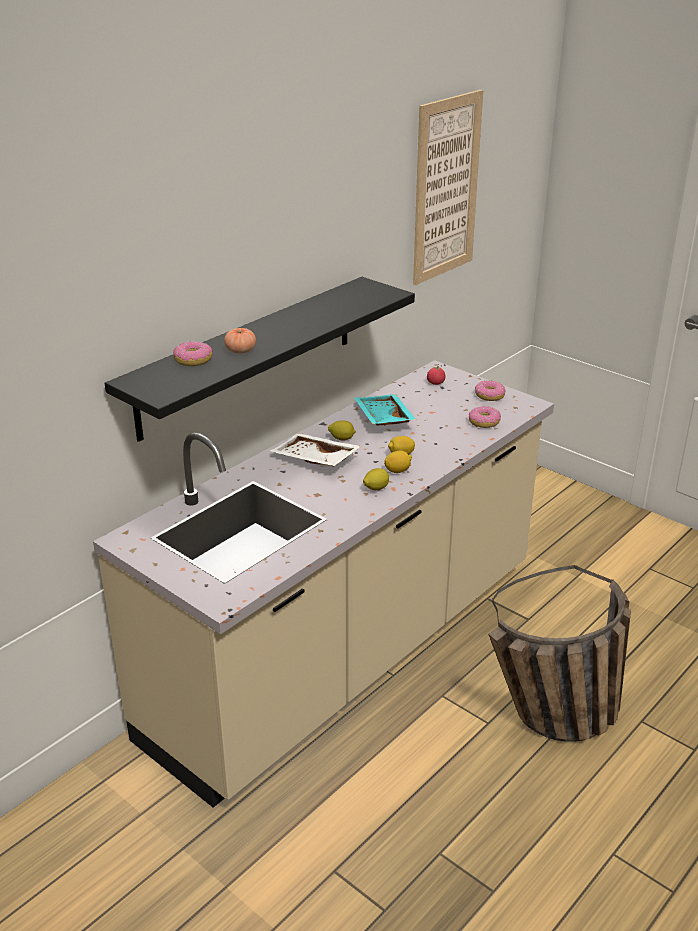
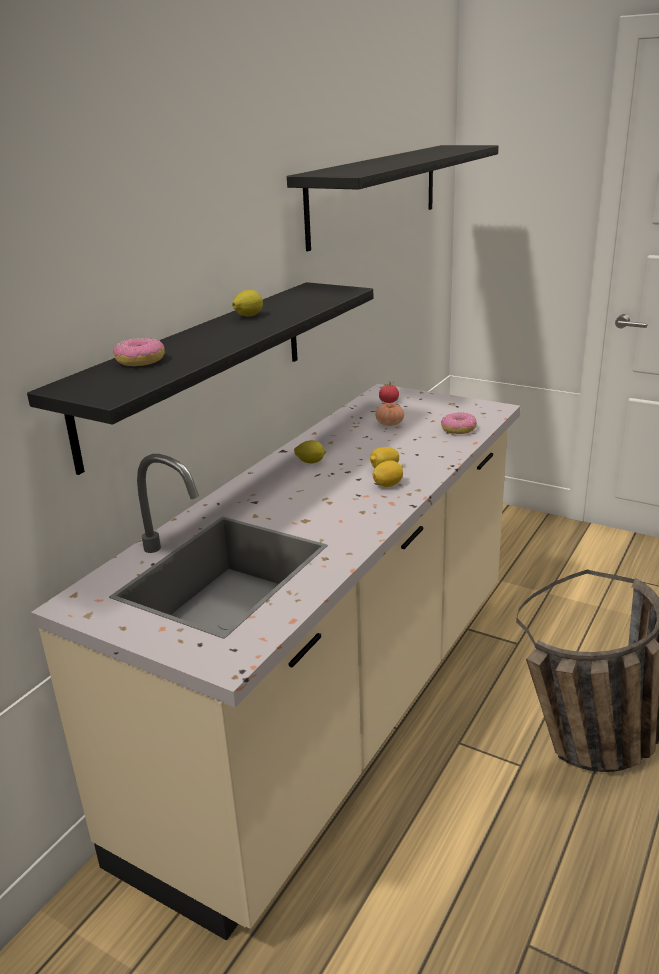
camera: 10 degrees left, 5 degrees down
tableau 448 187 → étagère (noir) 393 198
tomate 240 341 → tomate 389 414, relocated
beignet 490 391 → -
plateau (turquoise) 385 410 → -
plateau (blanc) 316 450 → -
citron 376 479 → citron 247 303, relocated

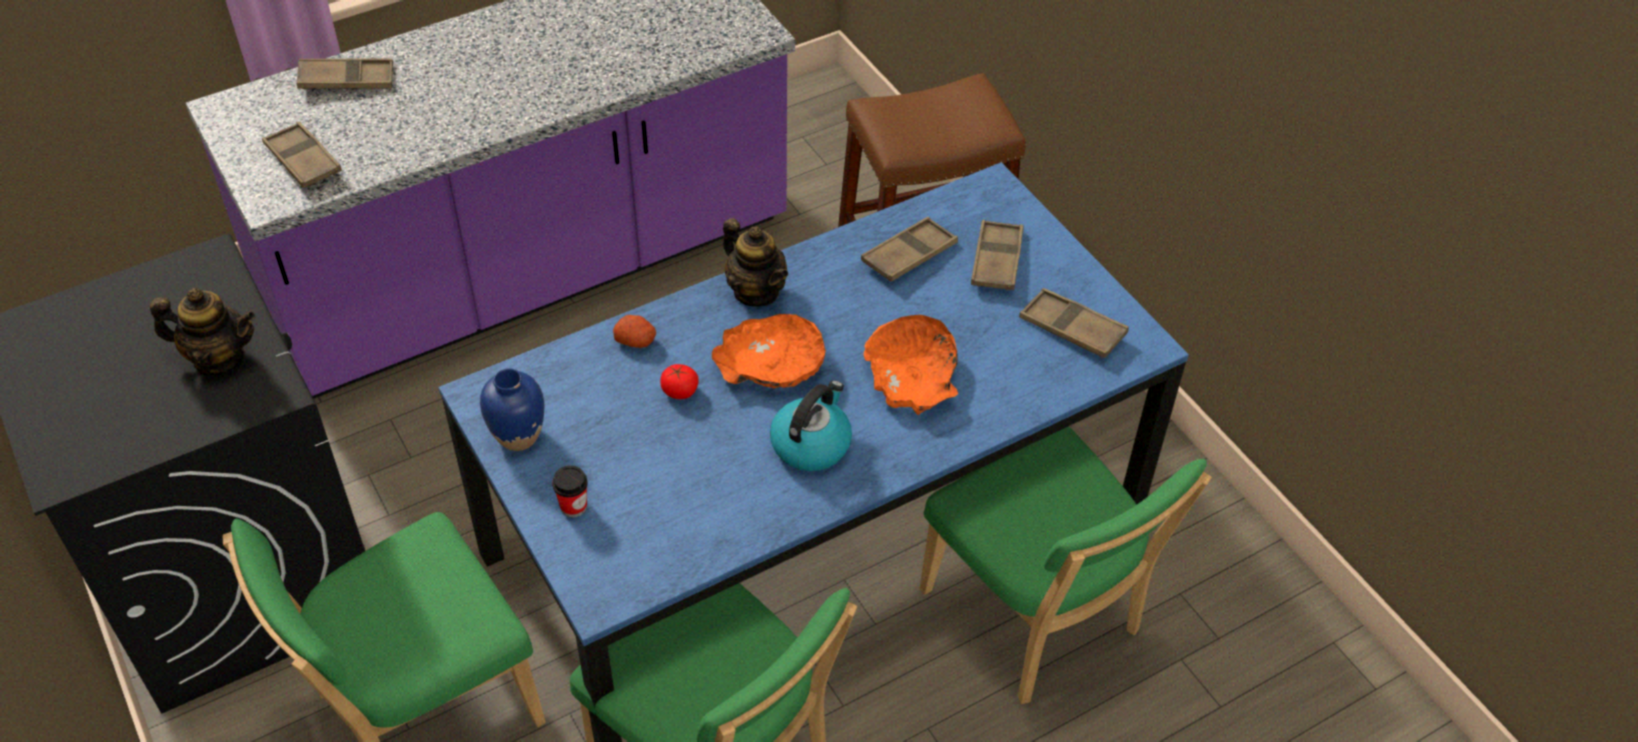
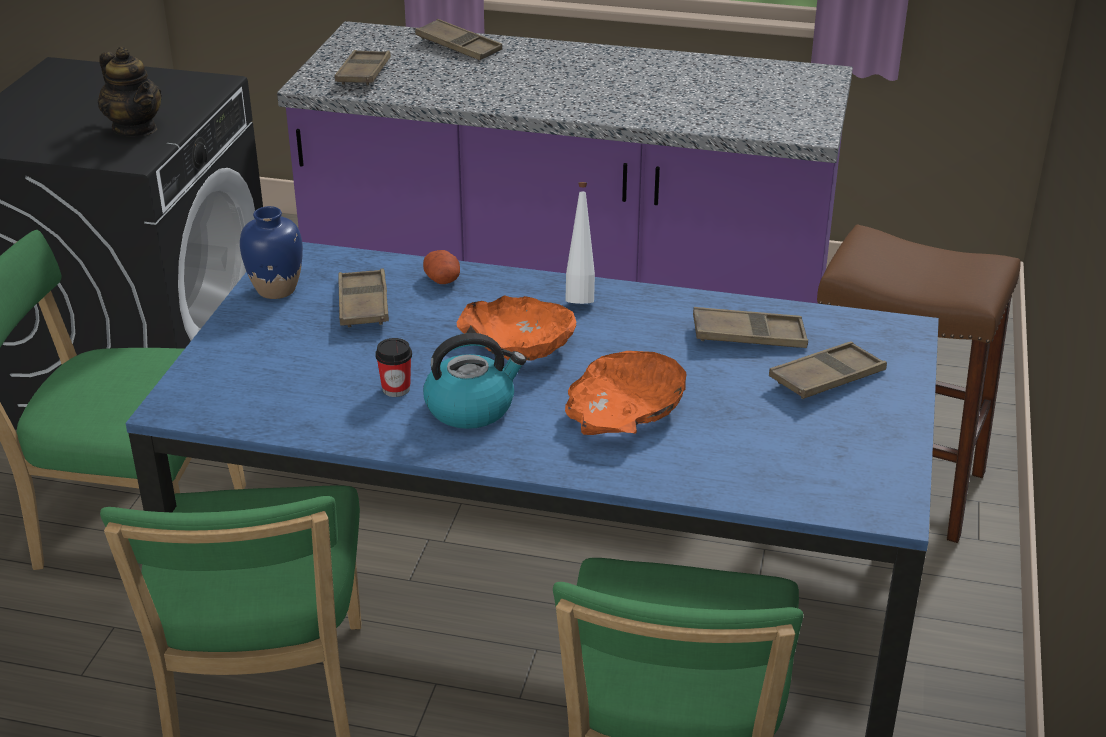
camera: 45 degrees right, 15 degrees down
théière 755 262 → bouteille (blanc) 580 243
plateau (marron) 1074 323 → plateau (marron) 363 298, relocated
tomate 679 381 → -
tasse 570 491 → tasse 393 367, relocated

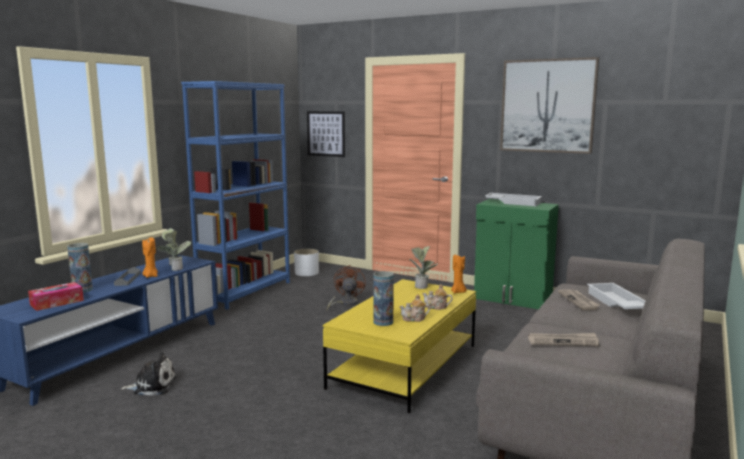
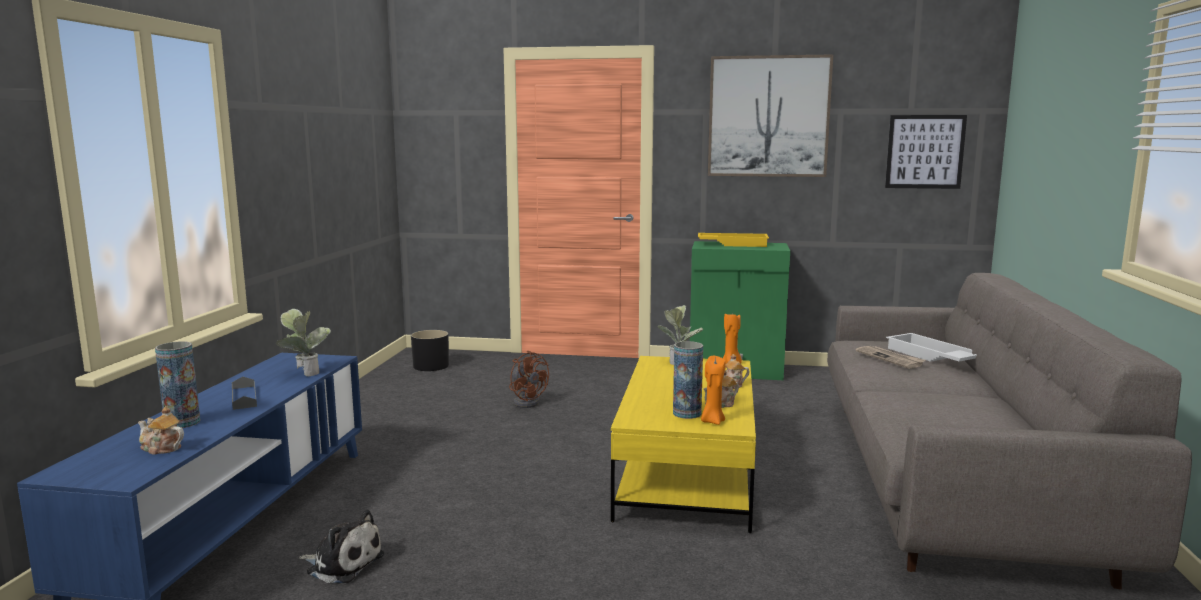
camera: 20 degrees left, 0 degrees up
bibliothèque (bleu) 235 195 → -
tableau 326 134 → tableau 926 152, relocated
plateau (blanc) 513 199 → plateau (jaune) 733 240
bougie (orange) 150 257 → bougie (orange) 713 390, relocated
cache-pot (blanc) 306 262 → cache-pot (noir) 430 350
ventilateur (marron) 346 287 → ventilateur (marron) 529 379, 150 degrees clockwise
boîte à mouchoirs 56 296 → théière 161 430
journal 563 339 → -
peluche 148 374 → peluche 341 546, 45 degrees clockwise

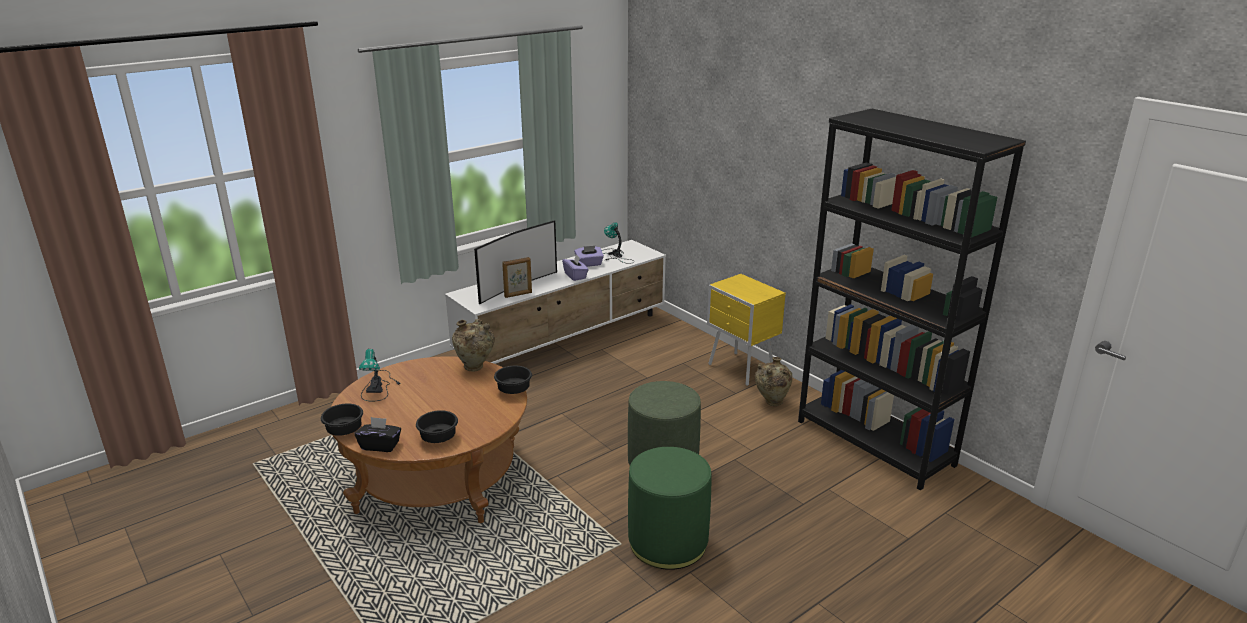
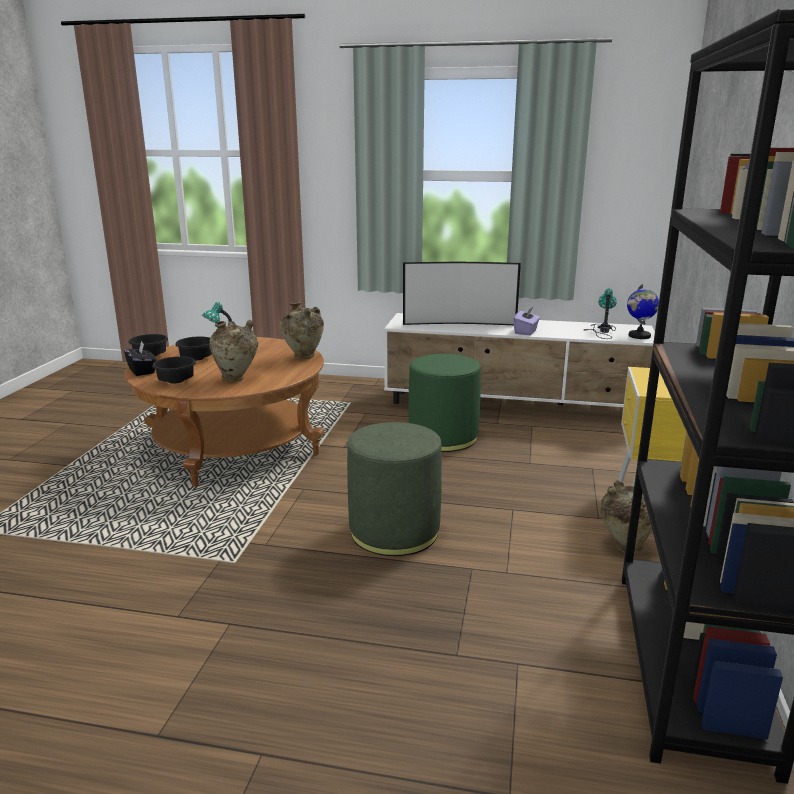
camera: 50 degrees right, 5 degrees down
boîte à mouchoirs (violet) 589 256 → -
cadre photo 517 277 → -
bol (noir) 513 380 → bol (noir) 193 348, relocated
pouf (vert) 669 508 → pouf (vert) 445 403, relocated
- → globe 643 311
- → vase (beige) 233 351

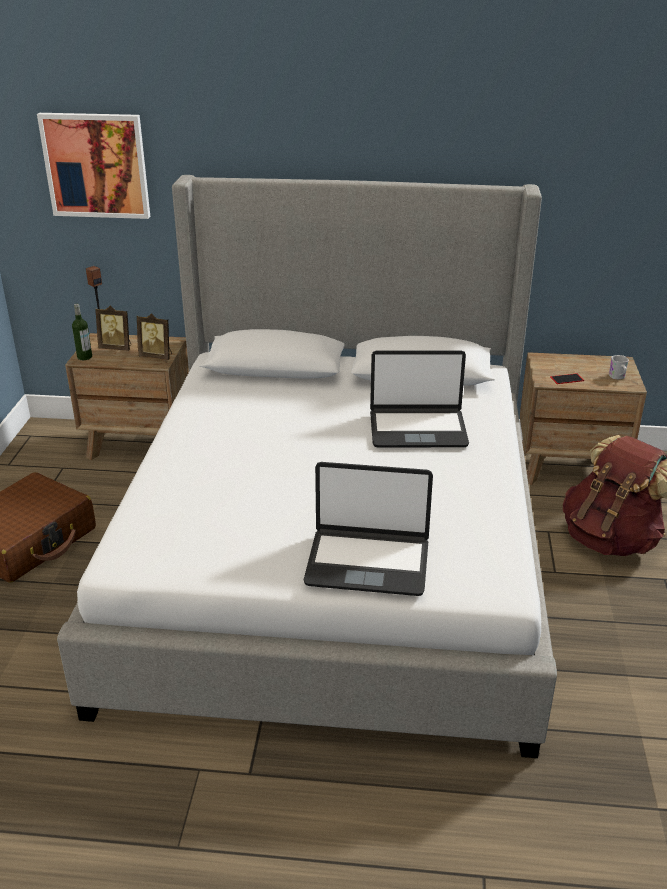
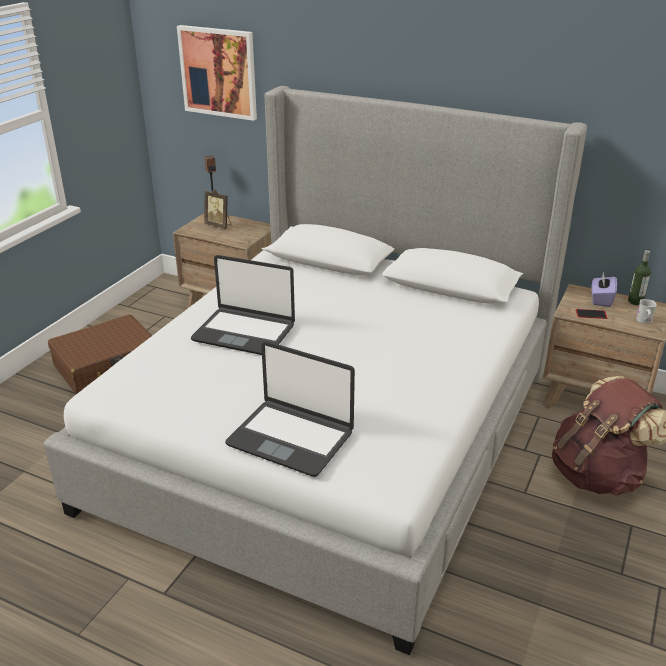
camera: 20 degrees right, 0 degrees up
bouteille 82 332 → bouteille 639 277, relocated
cadre photo 154 336 → -
ordinateur portable 419 399 → ordinateur portable 243 305, relocated
- → boîte à mouchoirs (violet) 604 289

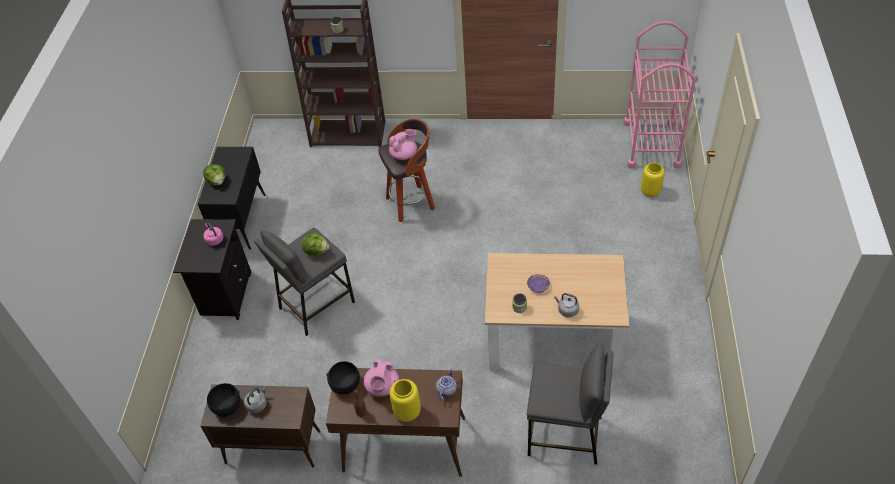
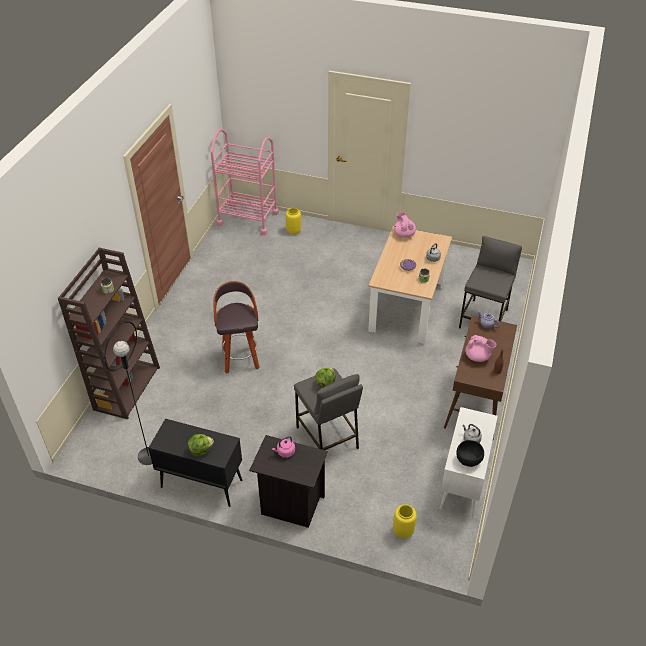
camera: 80 degrees left, 5 degrees down
théière (rose) 403 144 → théière (rose) 405 225, relocated
bol (noir) 343 377 → -
vase (jaune) 405 400 → vase (jaune) 405 521, relocated
meuble de rangement (marron) 260 425 → meuble de rangement (blanc) 468 462
- → lampadaire (noir) 128 393

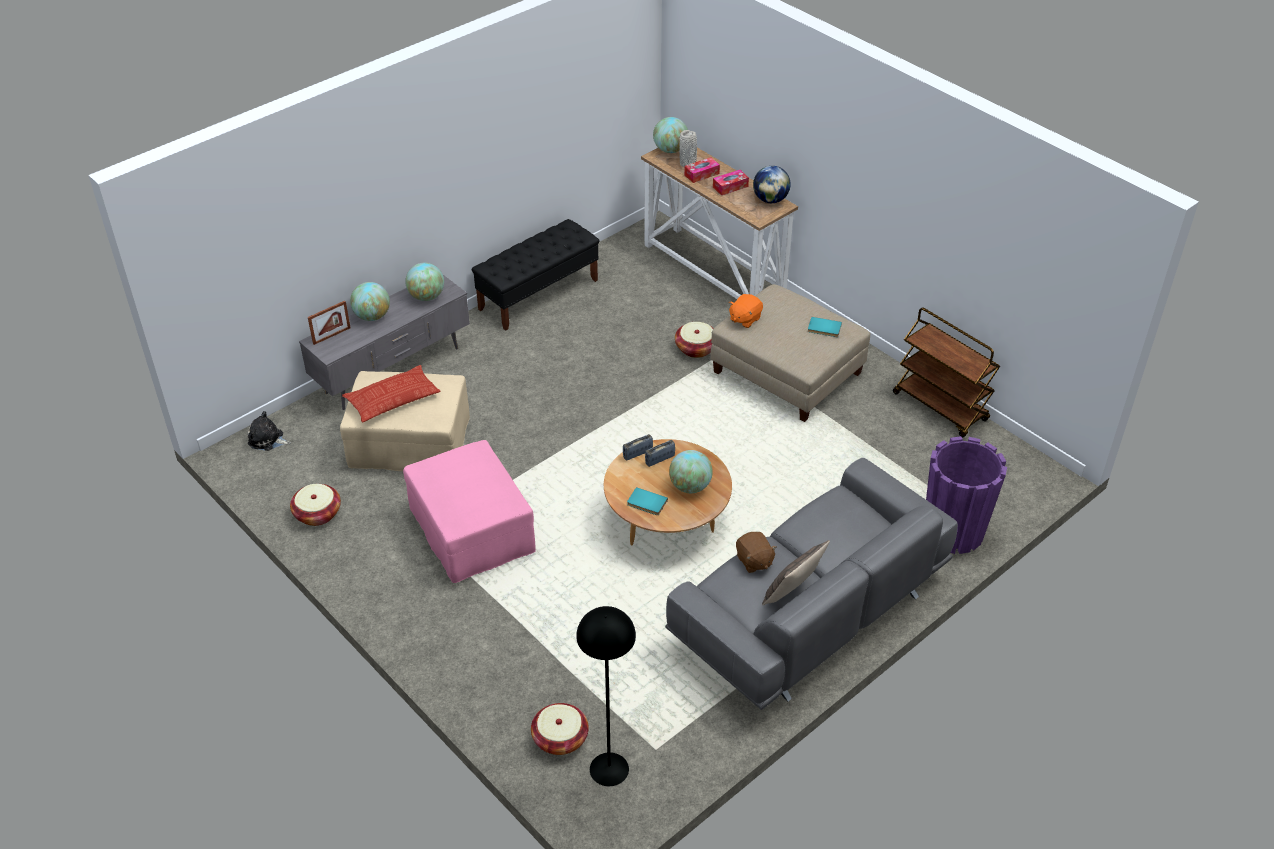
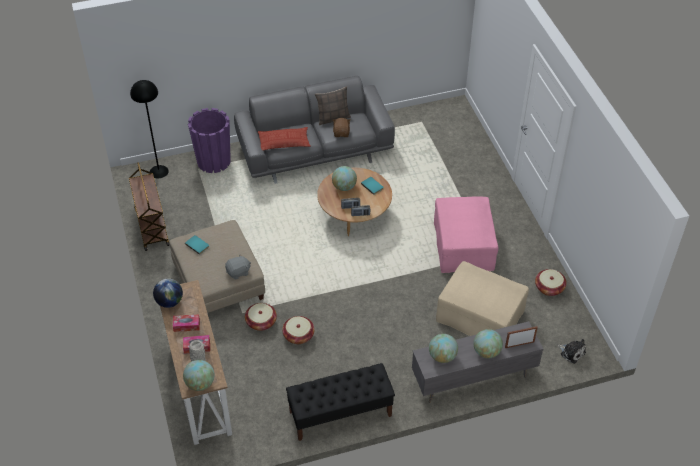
camera: 155 degrees left, 5 degrees up
peluche (orange) 746 311 → peluche (gris) 238 267
coussin 391 393 → coussin 284 138, relocated
lampadaire (noir) 606 696 → lampadaire (noir) 149 129, relocated
panier 560 729 → panier 298 330, relocated

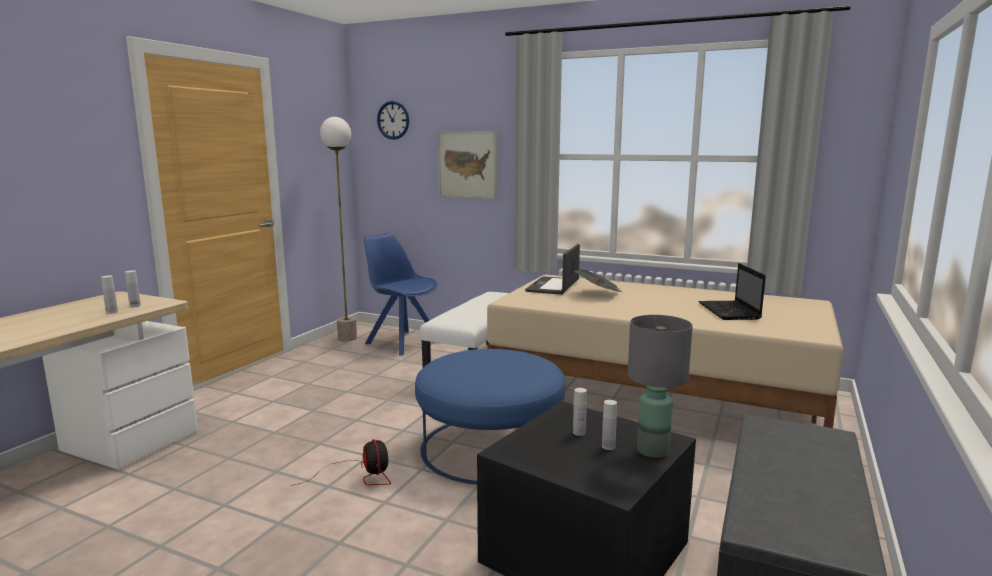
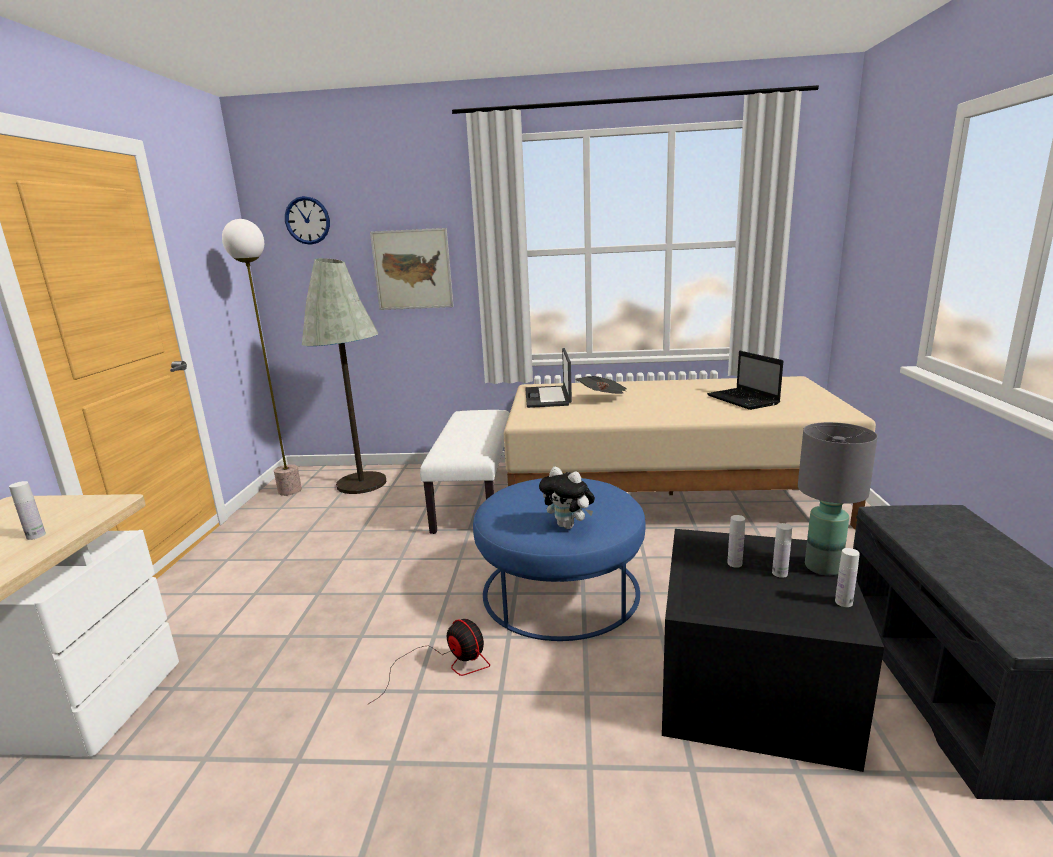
camera: 20 degrees left, 5 degrees up
chaise (bleu) 400 293 → lampadaire (gris) 344 376
bouteille (blanc) 133 288 → bouteille (blanc) 847 577, relocated
- → peluche 567 498

